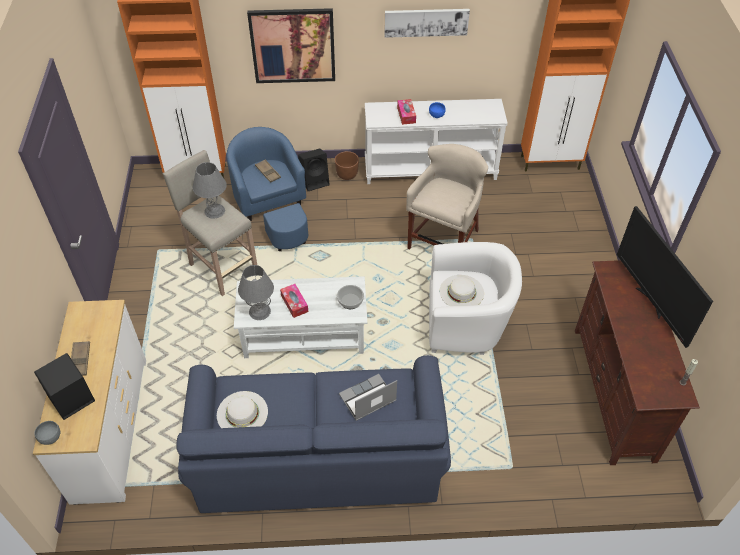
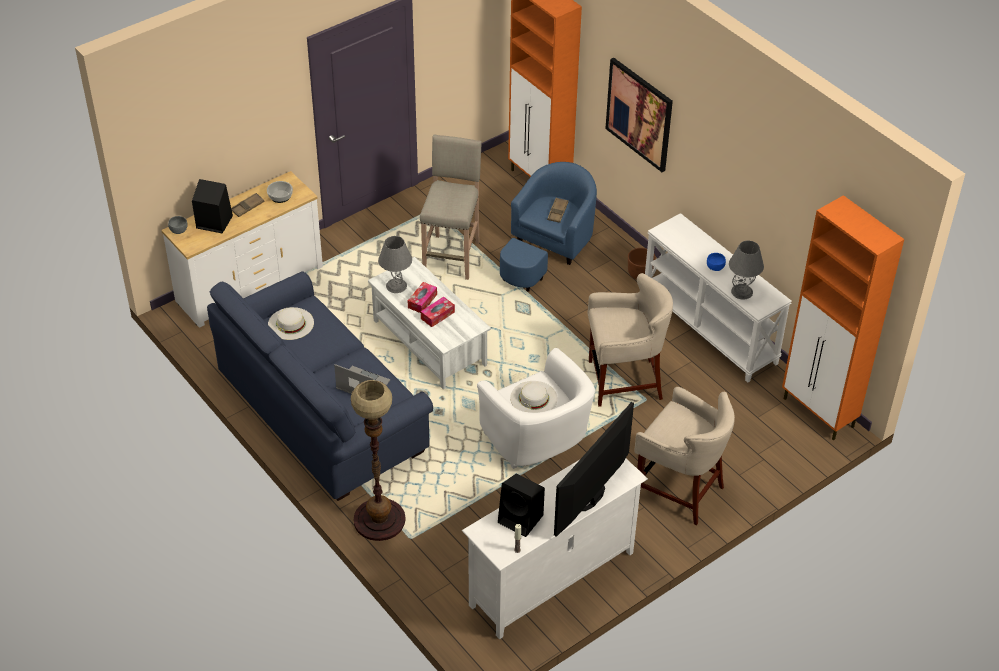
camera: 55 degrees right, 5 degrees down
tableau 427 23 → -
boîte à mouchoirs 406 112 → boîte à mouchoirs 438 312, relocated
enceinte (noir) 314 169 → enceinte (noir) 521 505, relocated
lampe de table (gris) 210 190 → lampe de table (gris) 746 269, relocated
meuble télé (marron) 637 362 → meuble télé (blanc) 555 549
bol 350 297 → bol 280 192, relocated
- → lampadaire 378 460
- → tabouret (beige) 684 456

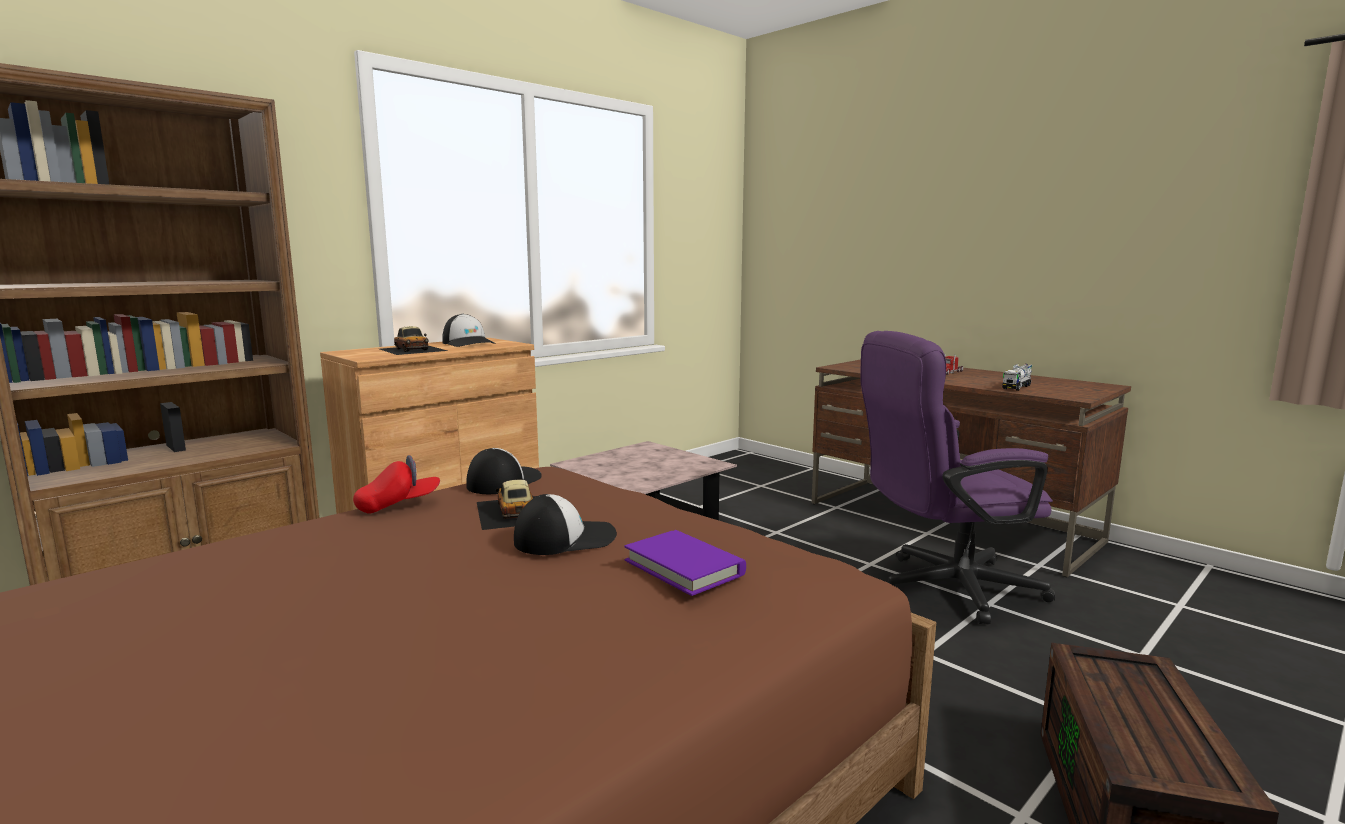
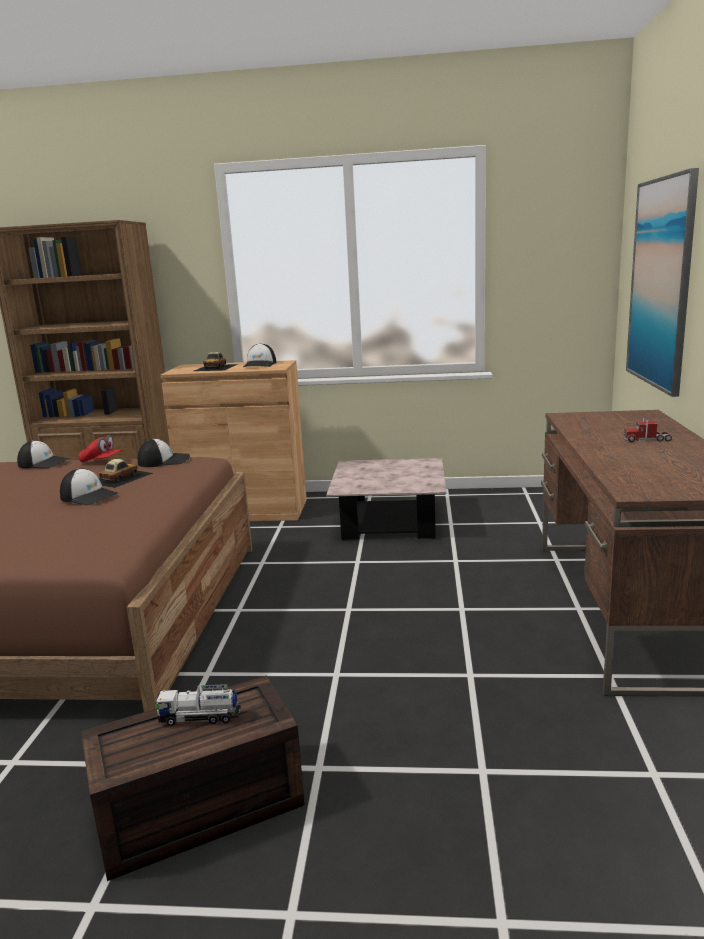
camera: 50 degrees right, 5 degrees up
chaise de bureau (violet) 957 477 → -
camion jouet 1017 377 → camion jouet 198 705, relocated
livre (violet) 685 563 → -
- → tableau 662 282
- → casquette 43 454

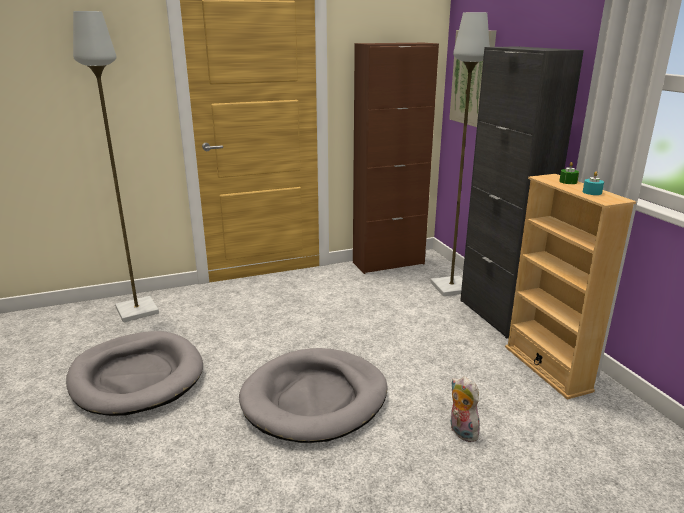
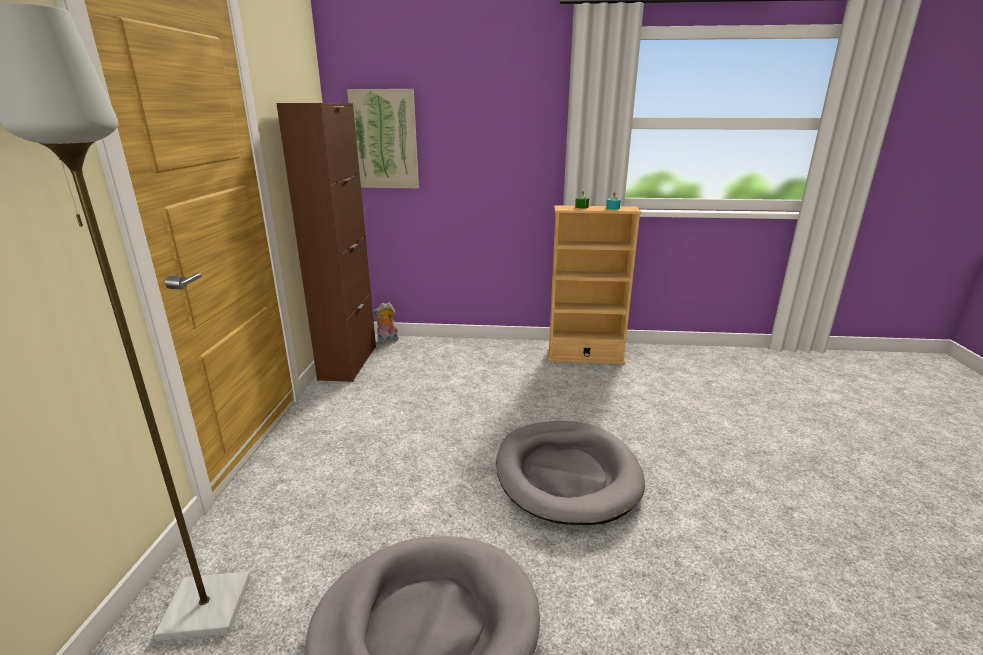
camera: 65 degrees left, 0 degrees up
lampadaire (gris) 460 154 → -
meuble de rangement (noir) 522 192 → -
peluche 465 409 → peluche 386 322, relocated

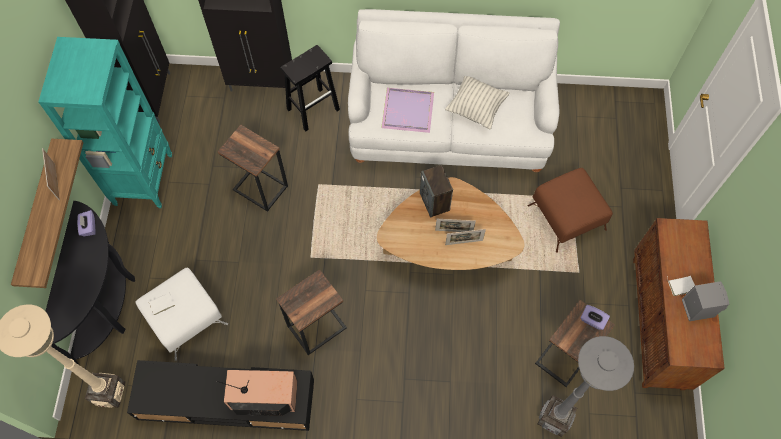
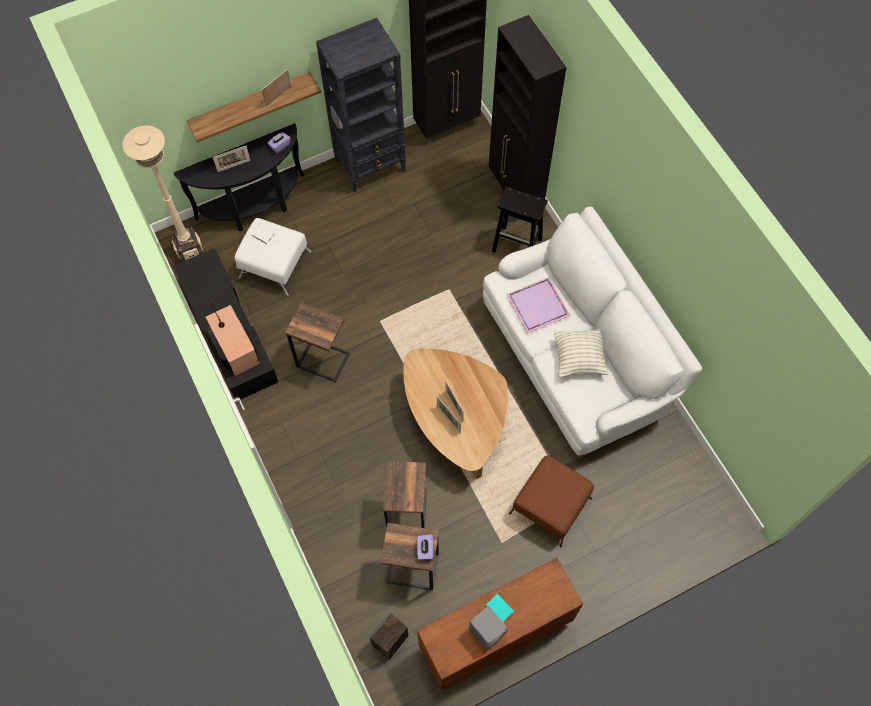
camera: 60 degrees right, 0 degrees up
bibliothèque (turquoise) 105 122 → bibliothèque (noir) 361 105
table d'appoint 252 168 → table d'appoint 405 494, relocated
enceinte 436 191 → enceinte 389 636, relocated
livre (blanc) 681 286 → livre (turquoise) 500 606
lampadaire (gris) 585 386 → -
- → cadre photo 232 159

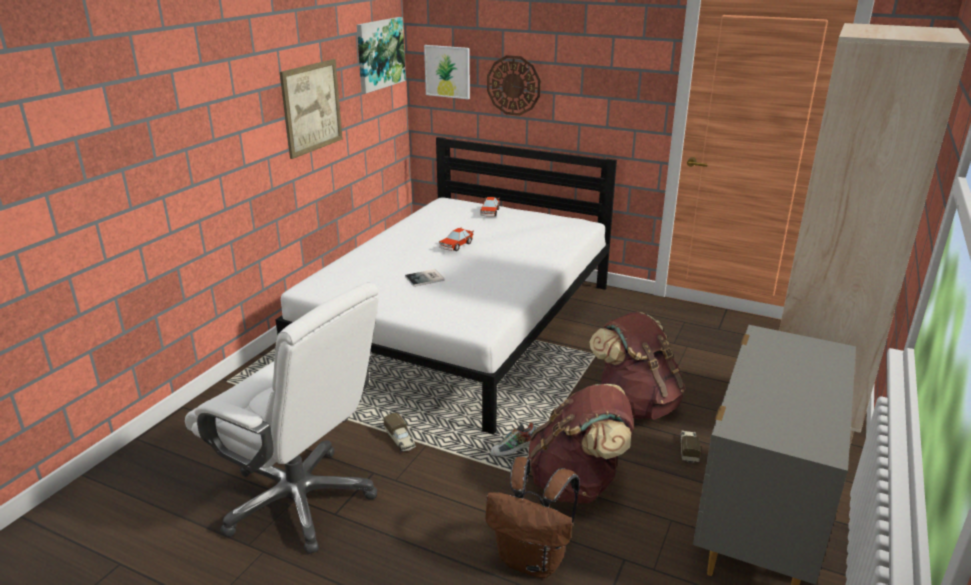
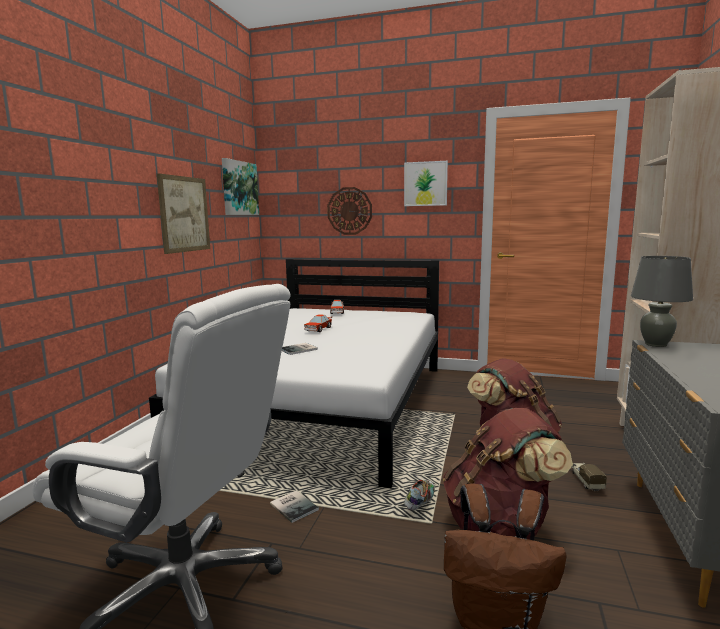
camera: 10 degrees left, 15 degrees down
tableau 447 72 → tableau 426 183, relocated
camion jouet 399 432 → livre 294 507
chaussure 513 439 → chaussure 419 495, 150 degrees clockwise
- → lampe de table (gris) 662 301

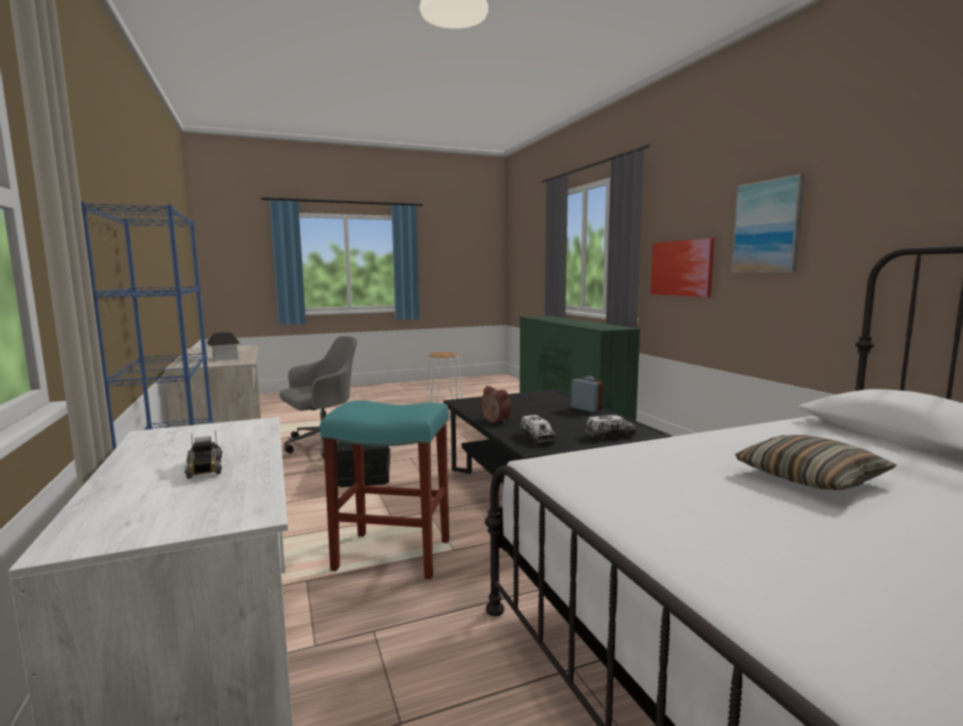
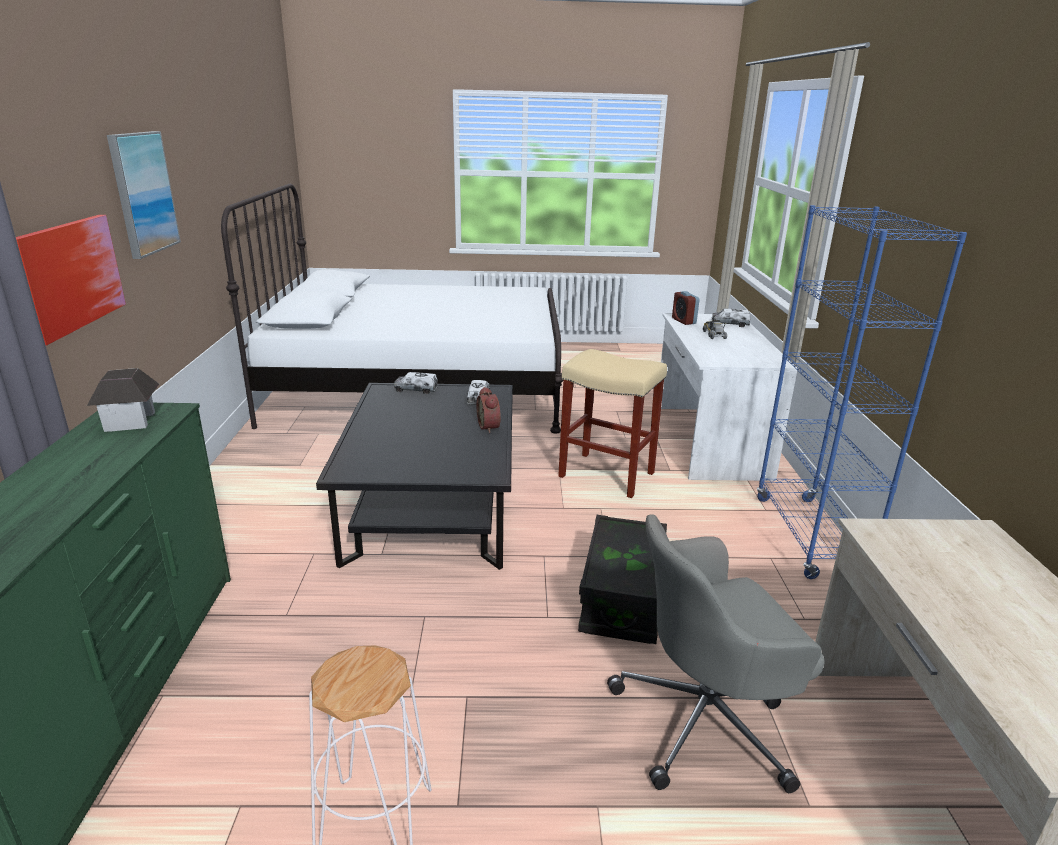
camera: 160 degrees left, 15 degrees up
maison miniature 223 346 → maison miniature 123 400, relocated
réveil 587 394 → réveil 686 308, relocated
tabouret (turquoise) 384 489 → tabouret (beige) 612 423
coussin 816 462 → -
- → camion jouet 731 317

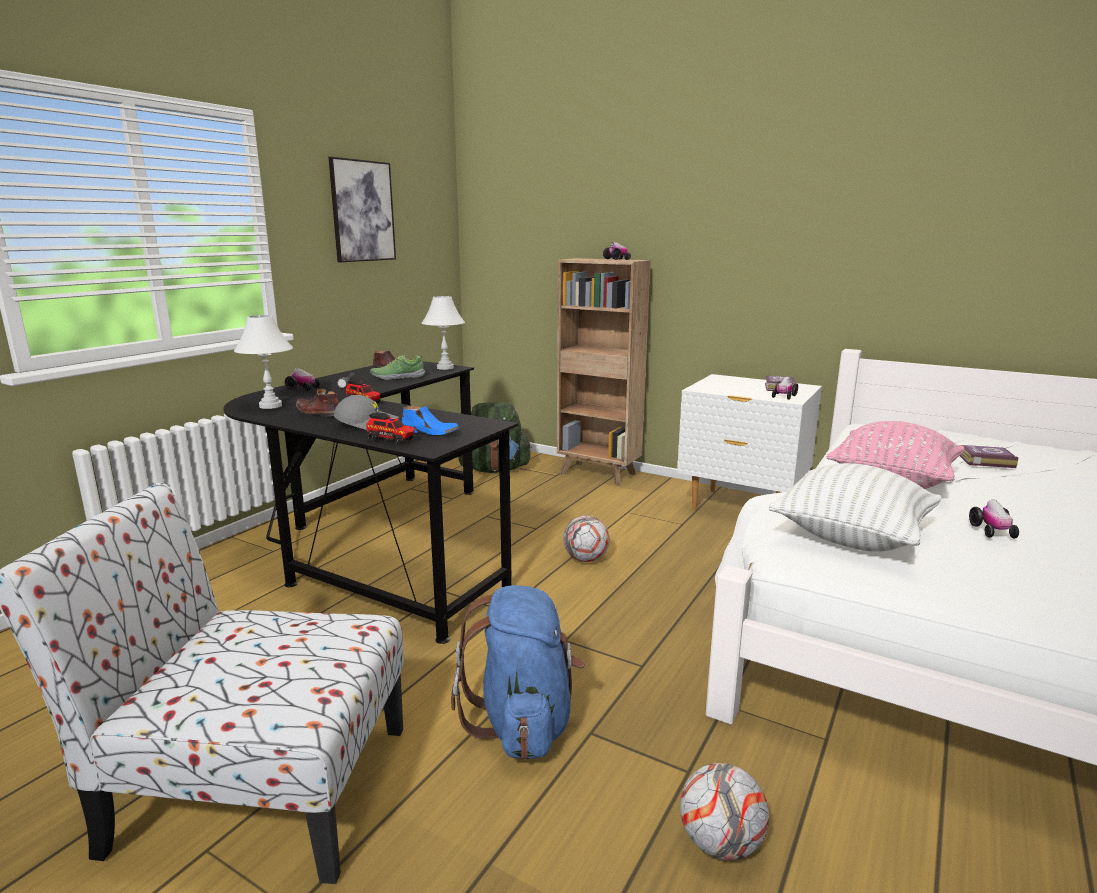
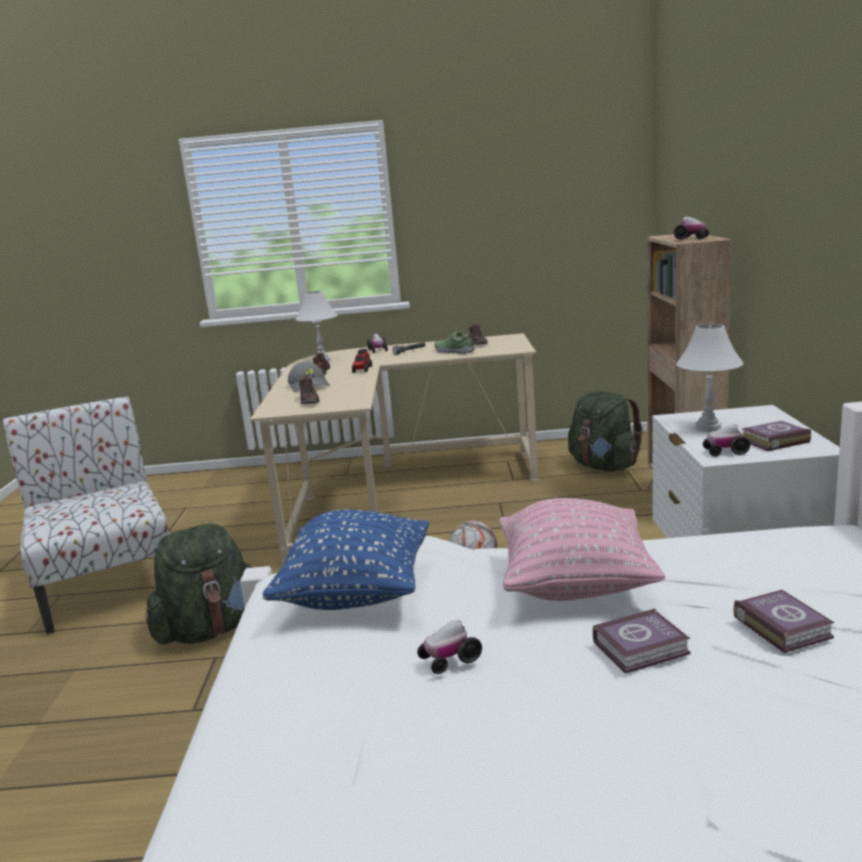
camera: 60 degrees right, 0 degrees up
tableau 362 209 → -
lampe de table (blanc) 443 333 → lampe de table (blanc) 710 378, relocated
bureau (noir) 370 501 → bureau (beige) 394 449
chaussure (bleu) 431 420 → chaussure (marron) 309 390
camion jouet 390 429 → -
coussin (blanc) 855 507 → coussin (bleu) 346 560
sac à dos (bleu) 518 672 → sac à dos (vert) 198 583
ballon de foot 724 811 → -
- → livre 642 641

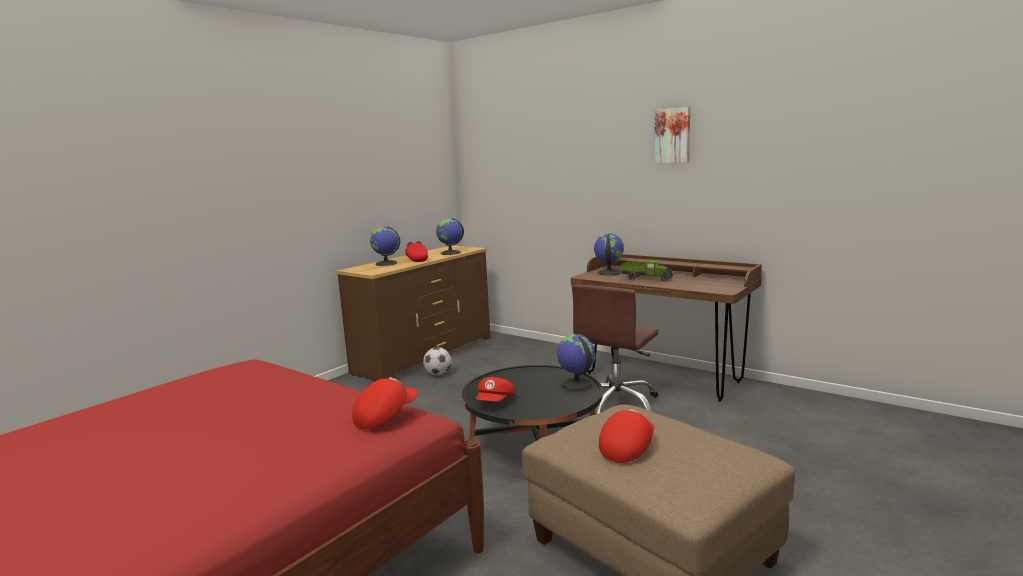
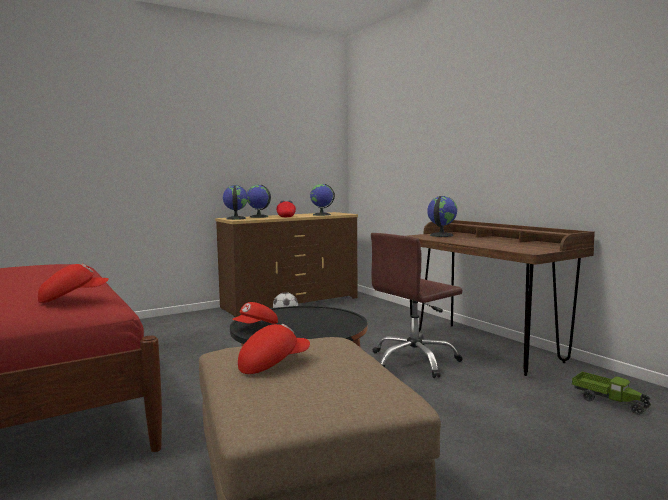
camera: 20 degrees right, 5 degrees down
tableau 672 135 → -
camion jouet 646 270 → camion jouet 611 393, relocated
globe 576 362 → globe 235 202, relocated

